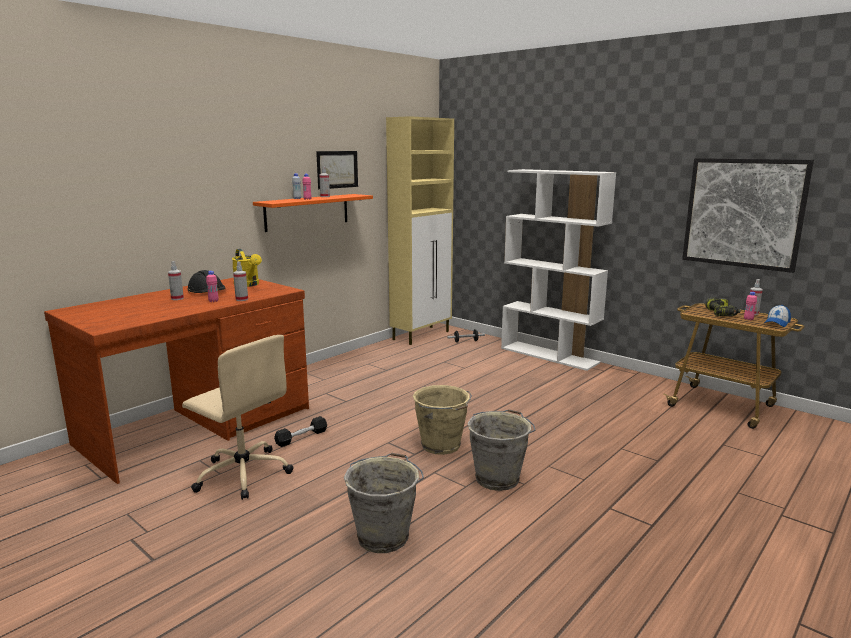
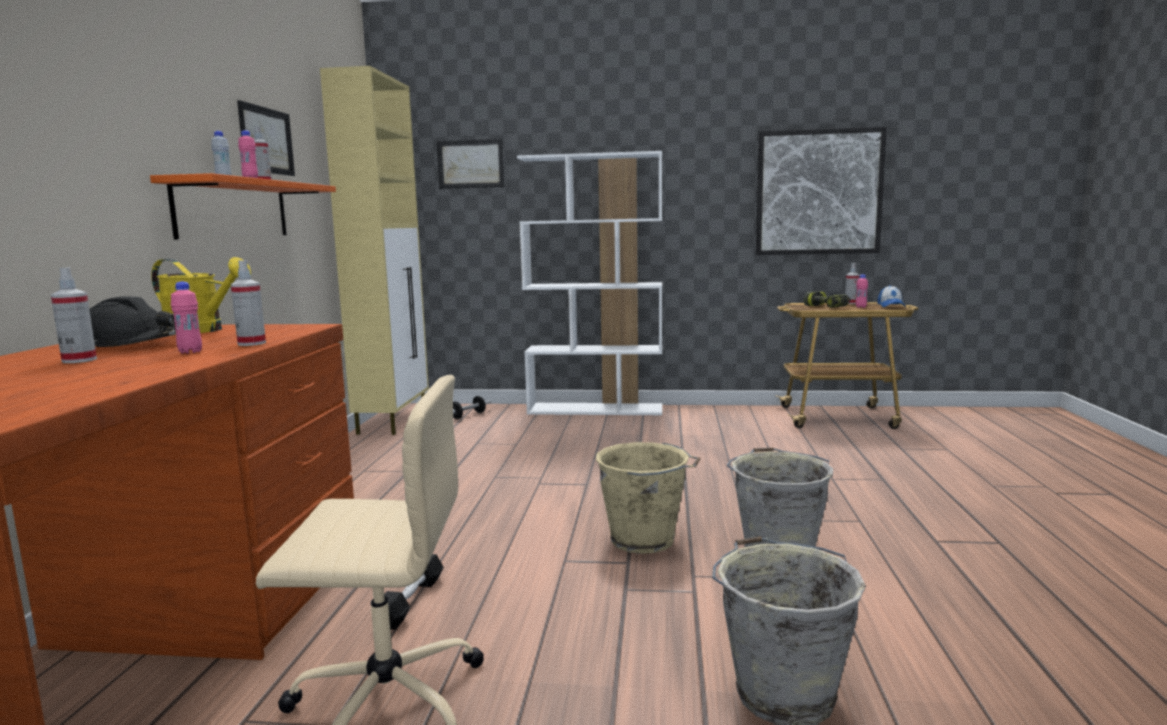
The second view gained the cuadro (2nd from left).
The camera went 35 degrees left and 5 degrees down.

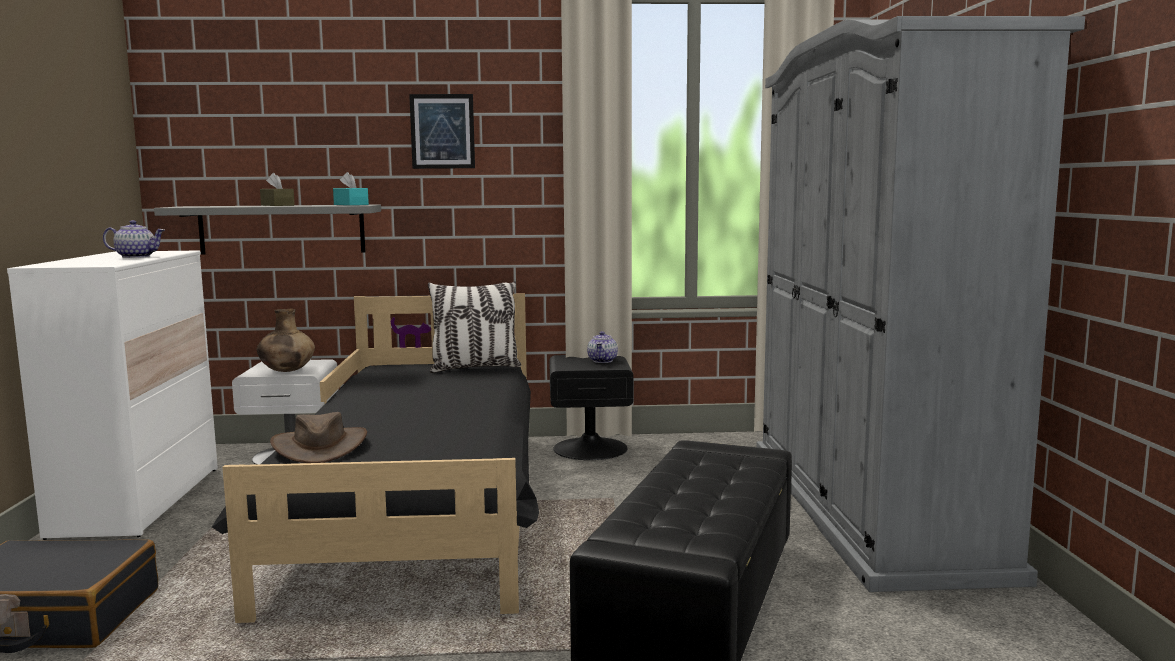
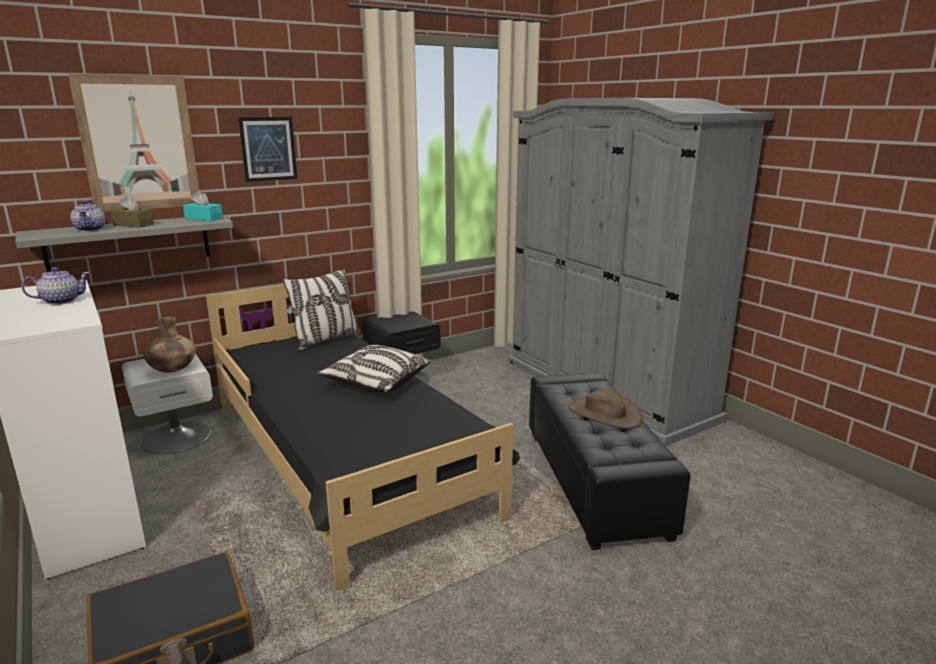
The tetera (2nd from left) ended up elsewhere.
The sombrero/marrón ended up elsewhere.
The second view gained the cuadro (1st from left).
The second view gained the cojín (2nd from left).
The camera went 30 degrees left and 10 degrees up.

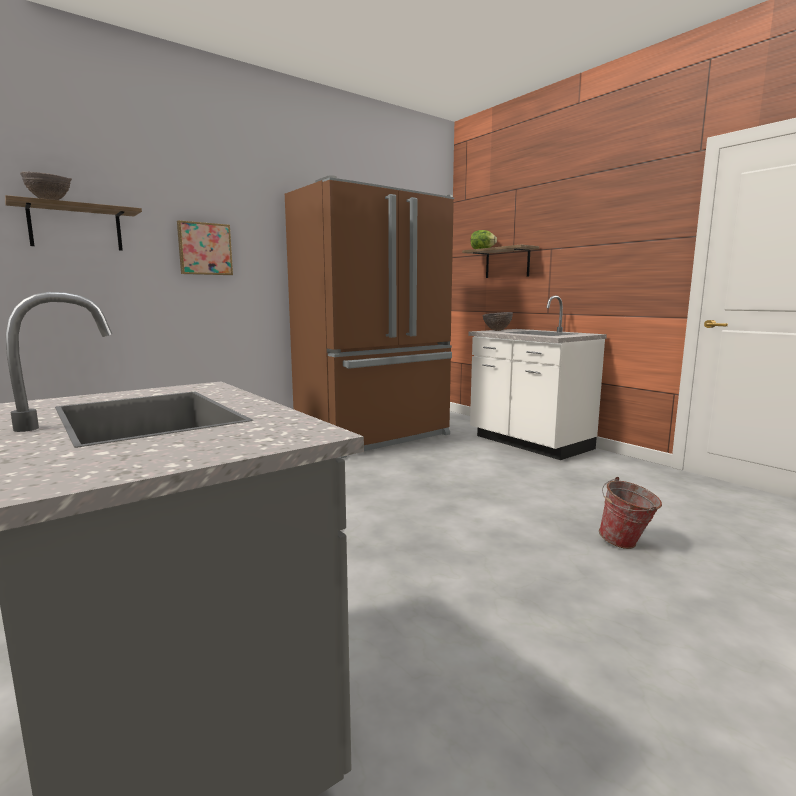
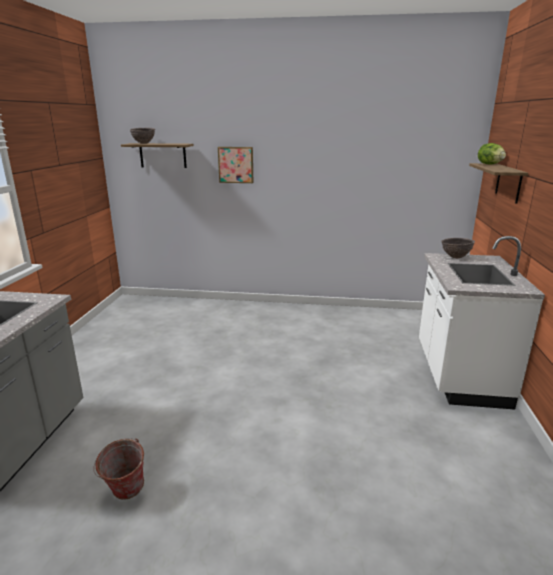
The second view lost the nevera/marrón.
The cubo ended up elsewhere.
The camera went 45 degrees right and 10 degrees up.

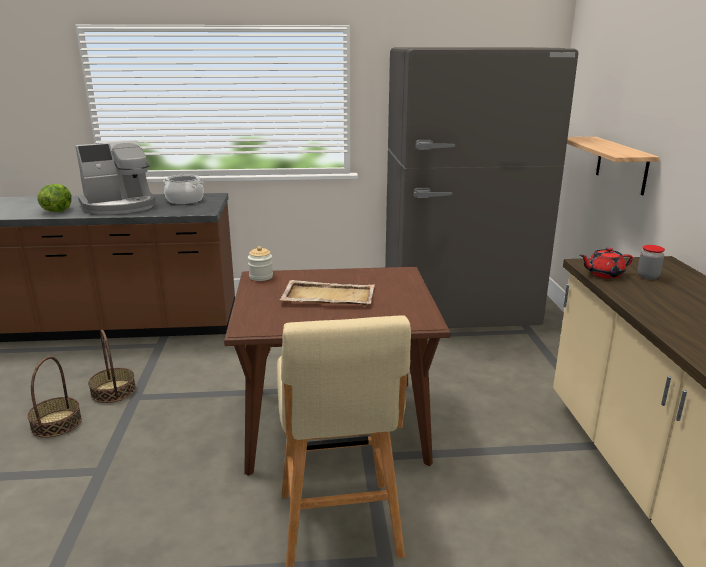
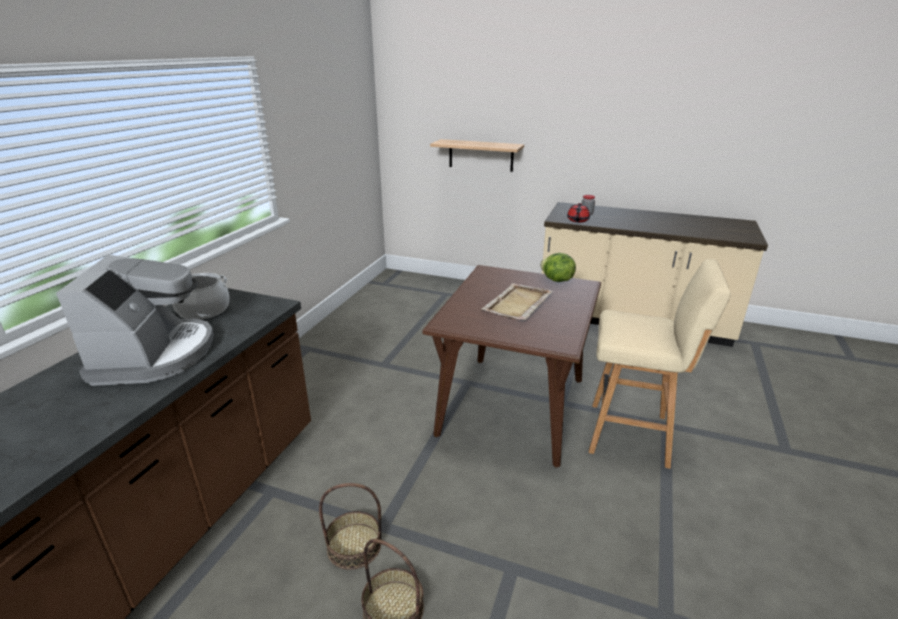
The second view lost the nevera/gris.
The lechuga ended up elsewhere.
The second view lost the tarro (1st from left).
The camera went 65 degrees left and 5 degrees up.

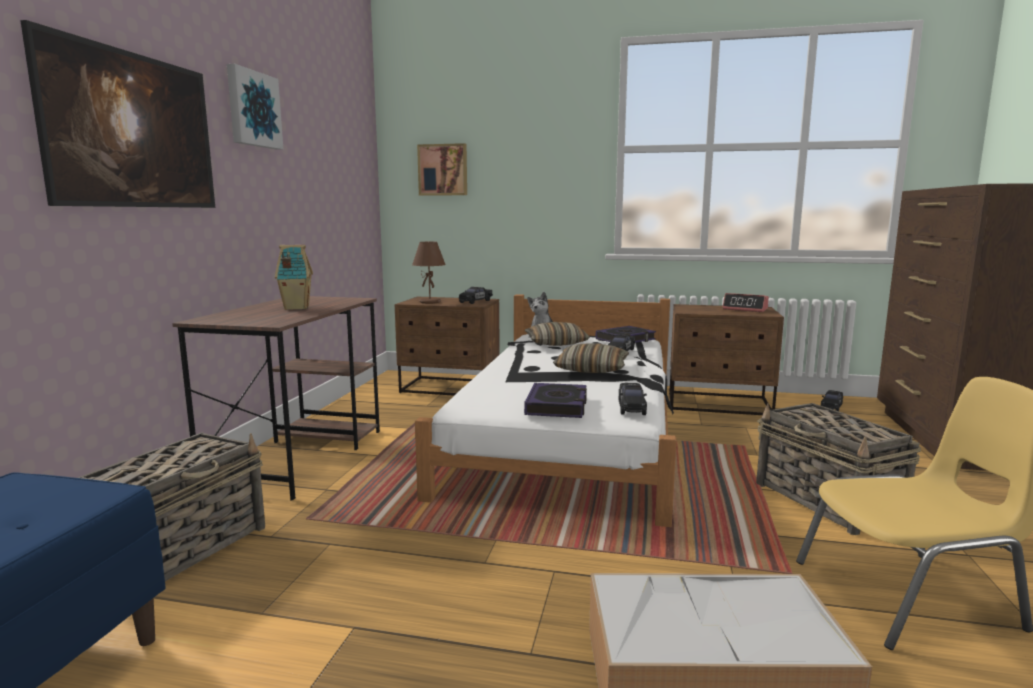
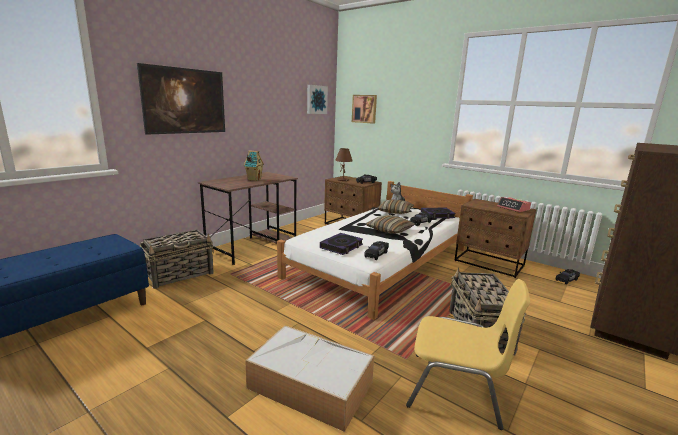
The cuadro (2nd from left) ended up elsewhere.
The camera went 25 degrees right and 5 degrees up.

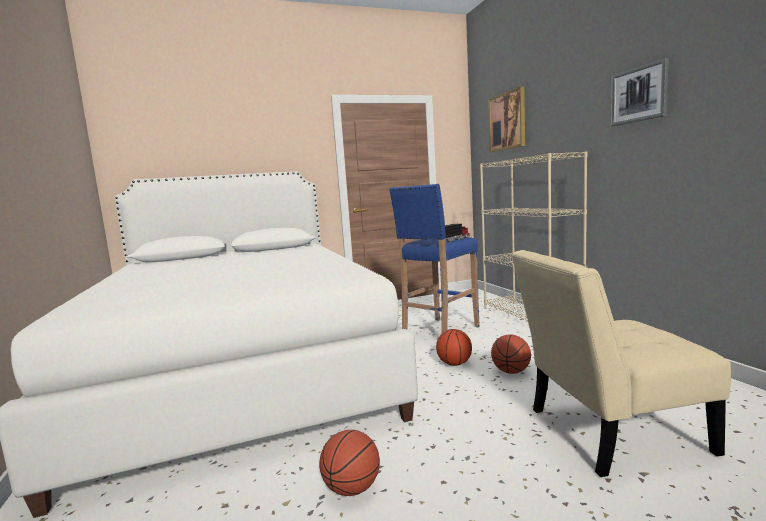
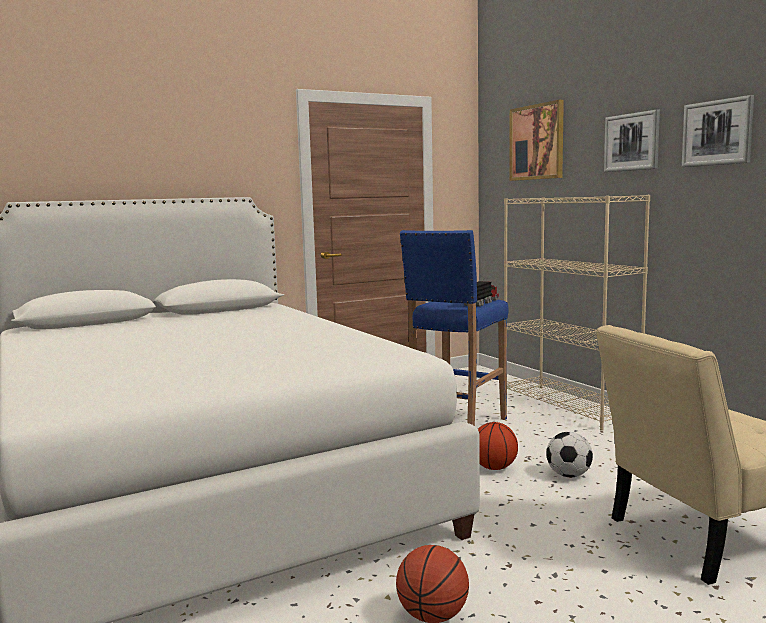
Where the balón de baloncesto (3rd from left) stood, the balón de fútbol came to stand.
The second view gained the cuadro (2nd from left).
The camera went 10 degrees left and 0 degrees up.

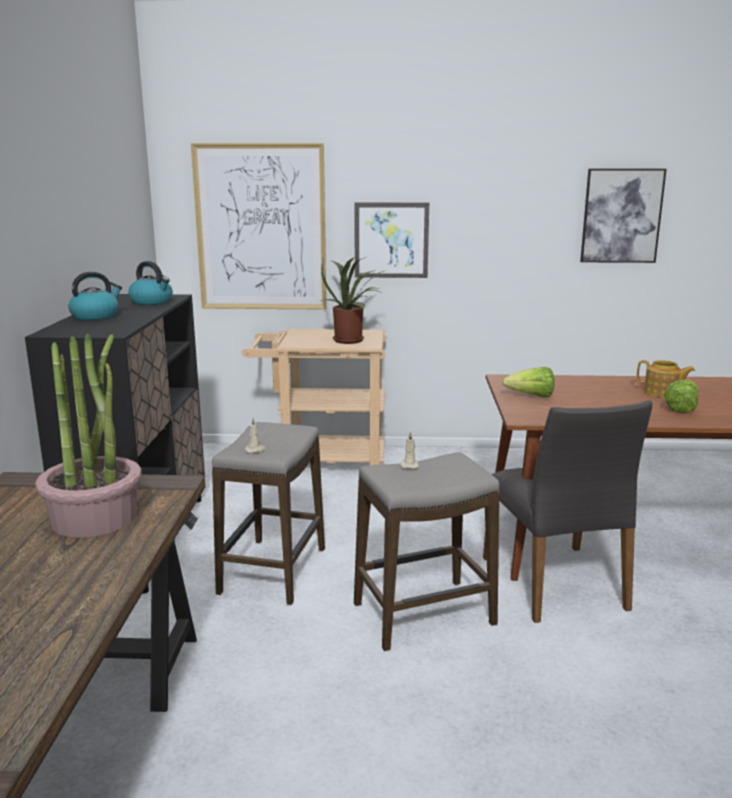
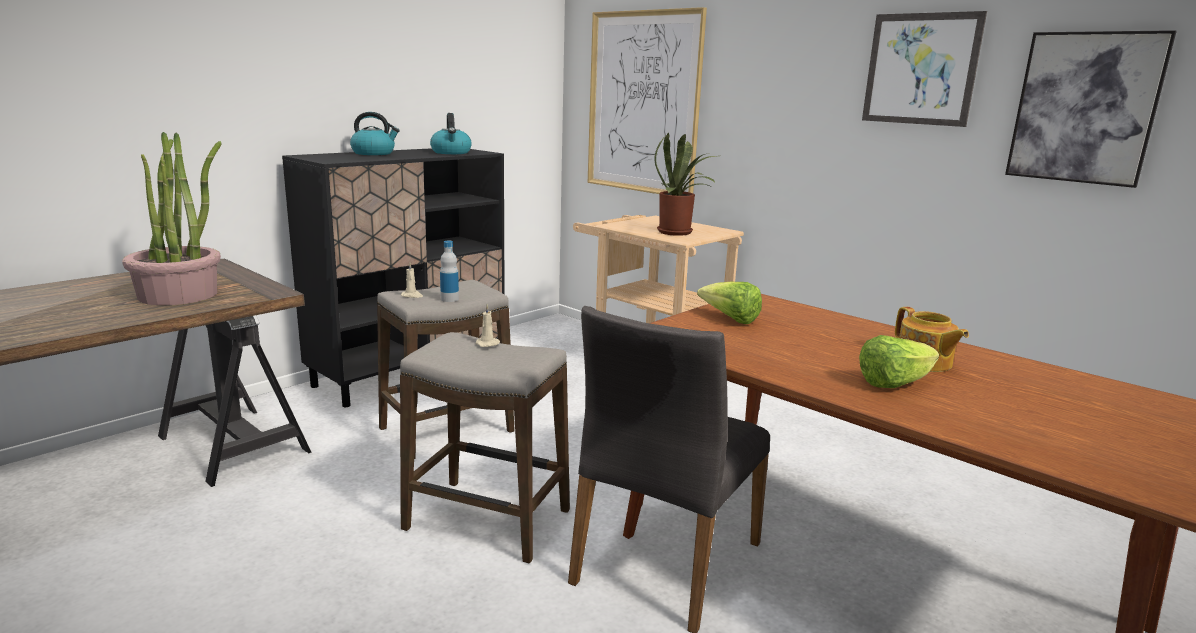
The cuadro (2nd from left) ended up elsewhere.
The second view gained the botella.
The camera went 40 degrees right and 0 degrees up.

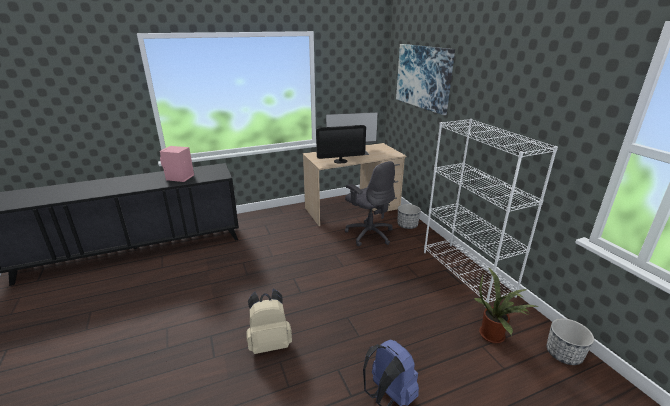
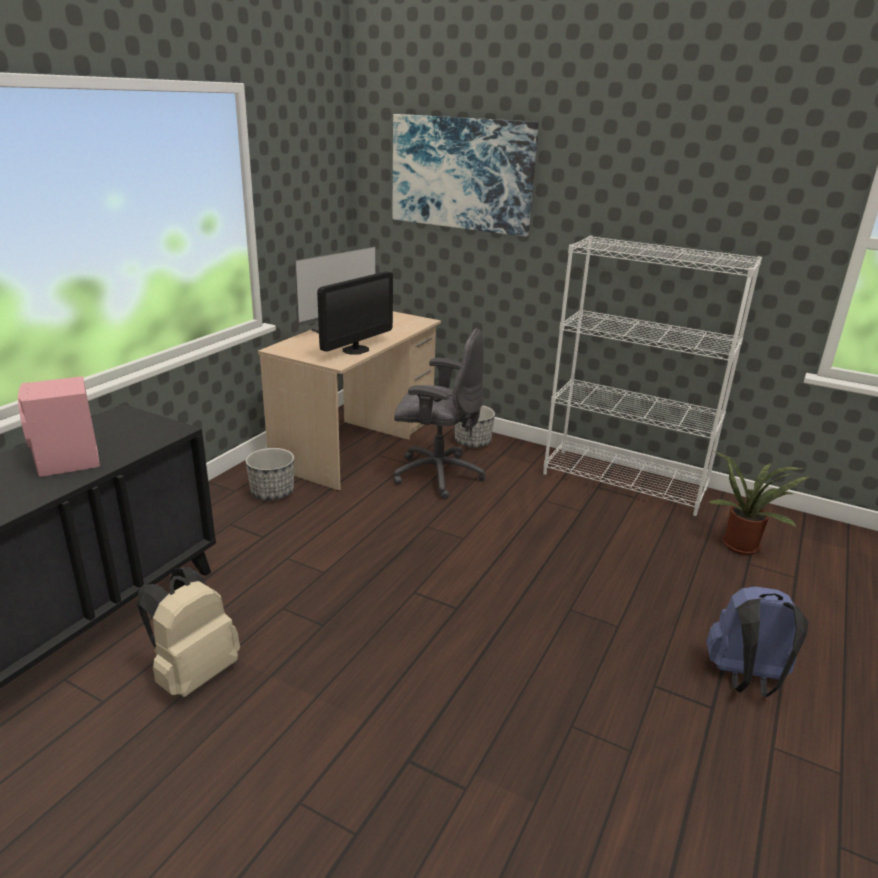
The mochila/beis ended up elsewhere.
The maceta (2nd from left in the first image) ended up elsewhere.
The camera went 40 degrees left and 0 degrees up.

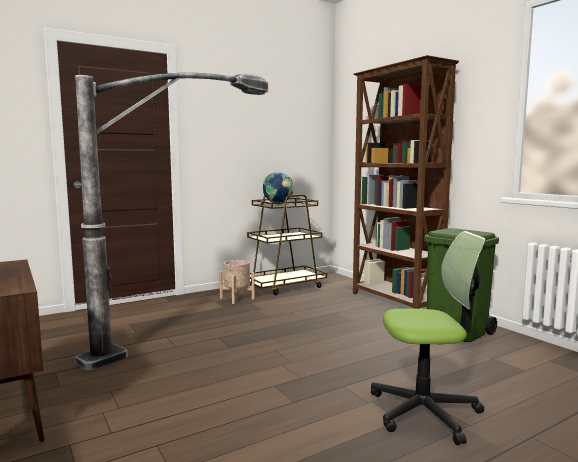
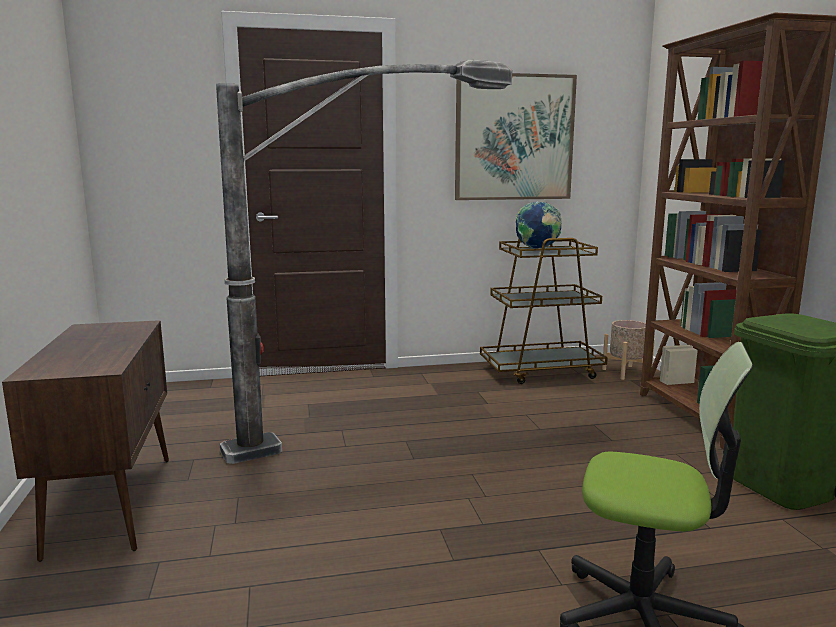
The maceta/beis ended up elsewhere.
The second view gained the cuadro.
The camera went 20 degrees right and 5 degrees up.

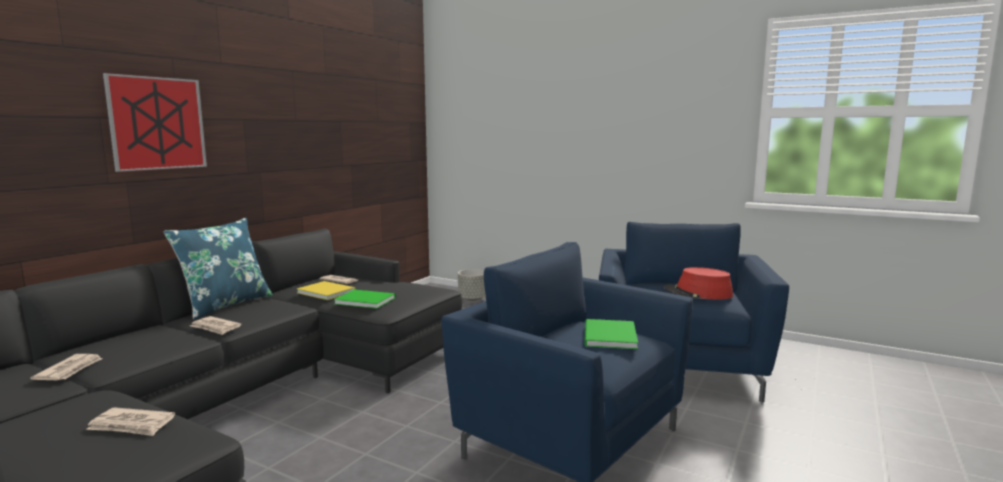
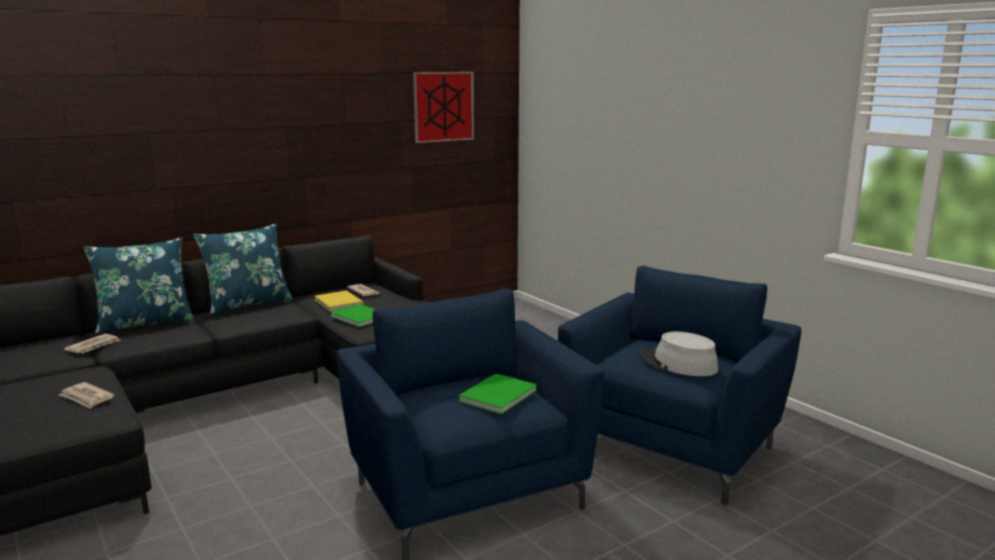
The cuadro ended up elsewhere.
What was the sombrero/rojo turned into the sombrero/gris.
The second view lost the maceta/gris.
The second view lost the periódico (3rd from left).
The second view gained the cojín/azul (1st from left).
The camera went 25 degrees right and 5 degrees up.

